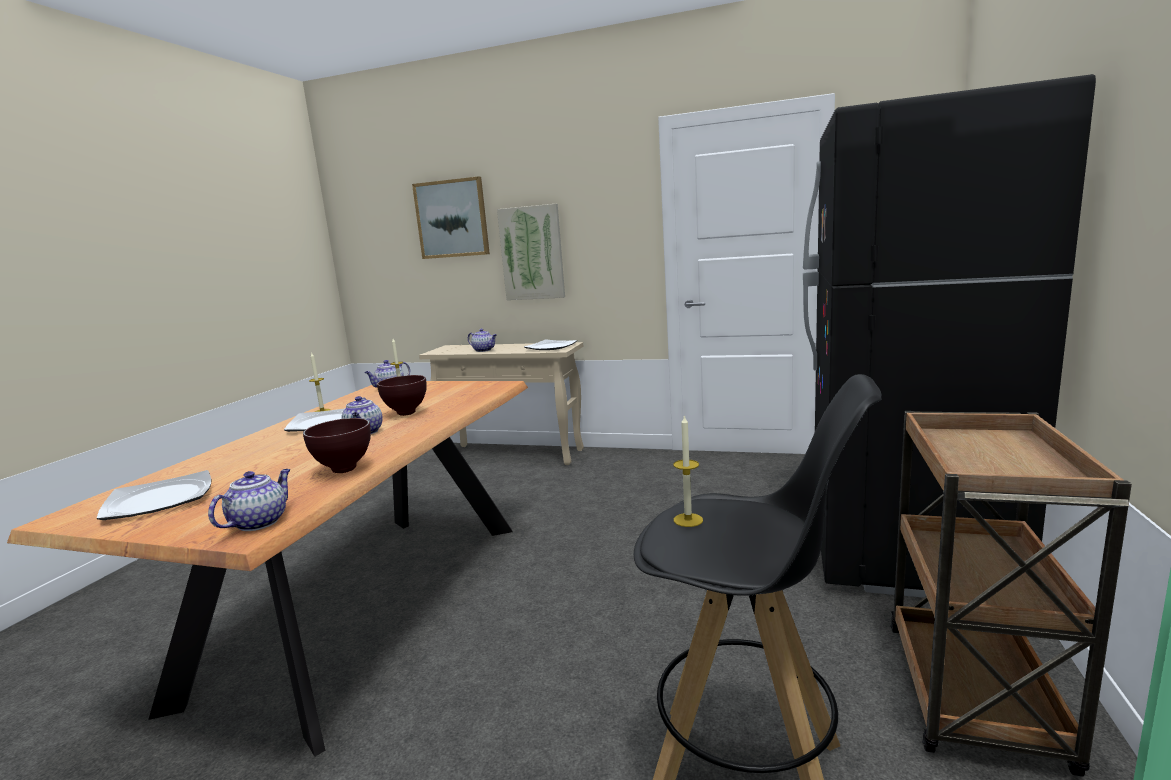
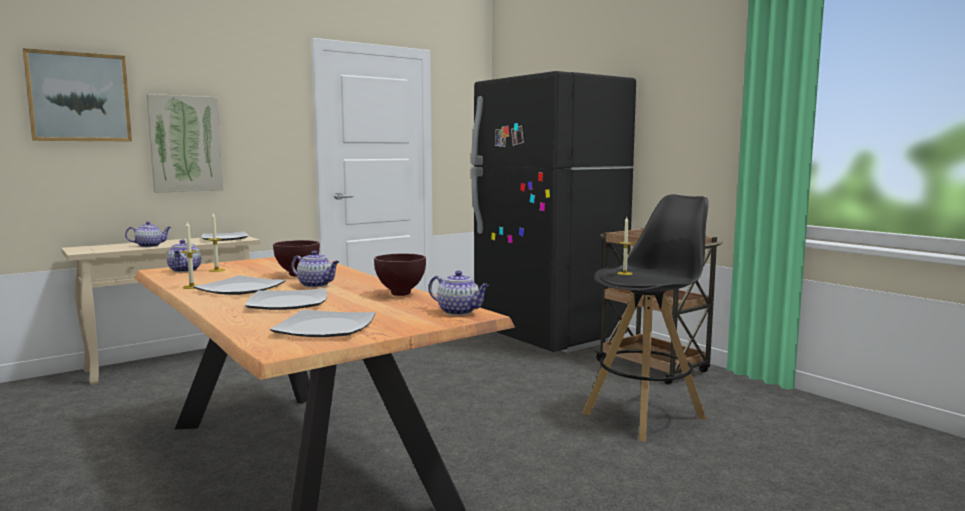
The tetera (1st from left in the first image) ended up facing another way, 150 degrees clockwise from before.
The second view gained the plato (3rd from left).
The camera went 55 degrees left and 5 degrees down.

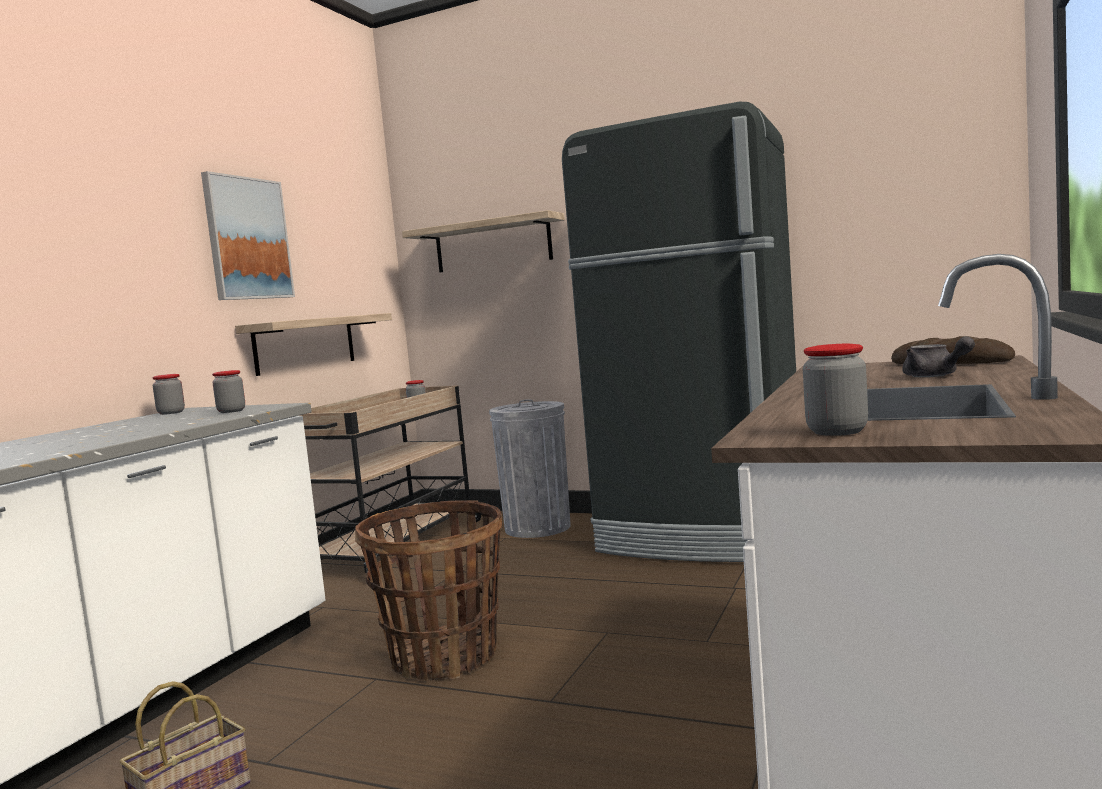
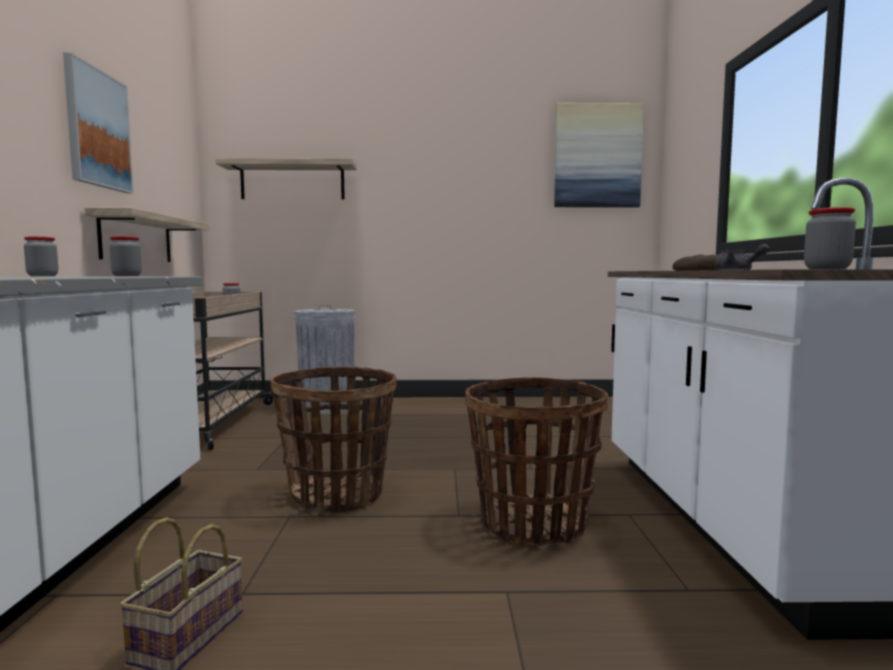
The second view lost the nevera/negro.
The second view gained the cuadro (2nd from left).
The second view gained the cesta (3rd from left).
The camera went 25 degrees left and 0 degrees up.

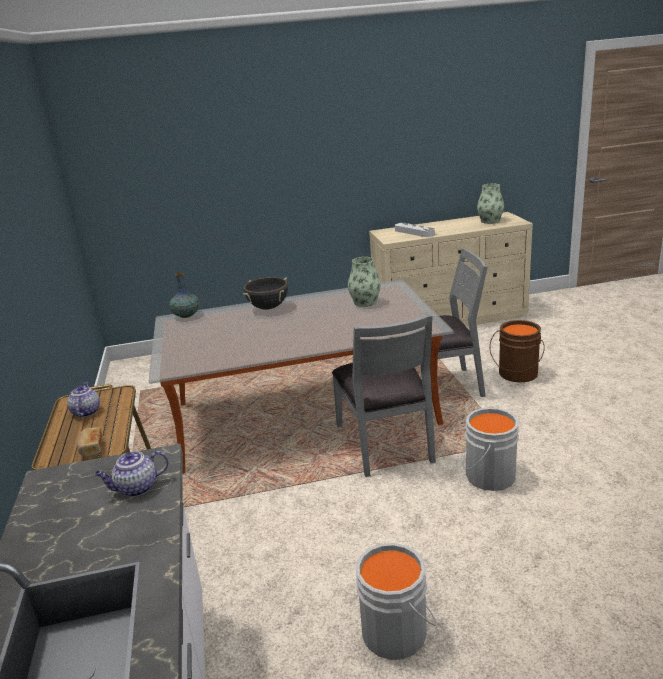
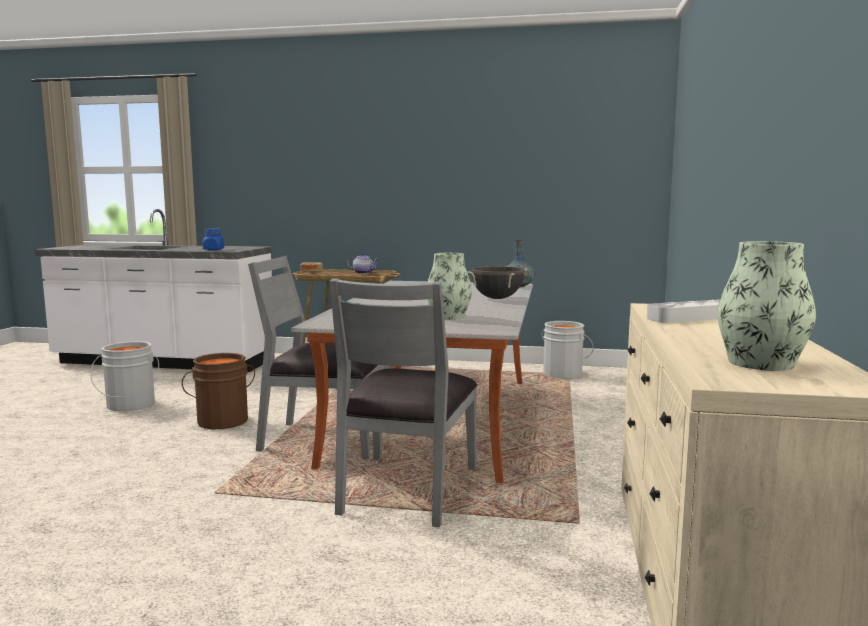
The cubo/marrón ended up elsewhere.
The cubo/gris (2nd from left) ended up elsewhere.
Where the tetera (2nd from left) stood, the tarro/azul came to stand.
The camera went 110 degrees right and 15 degrees down.

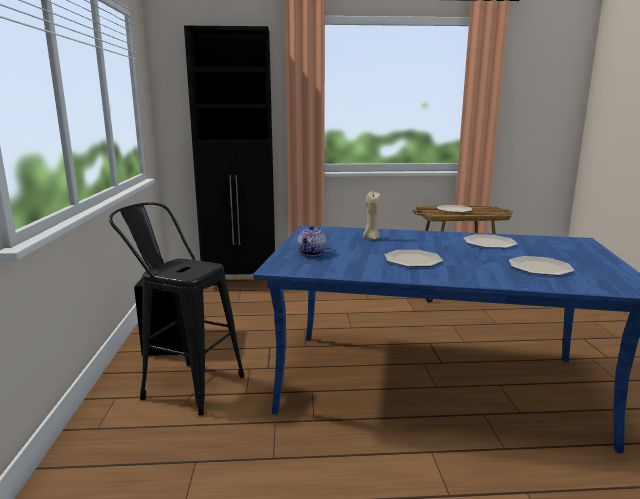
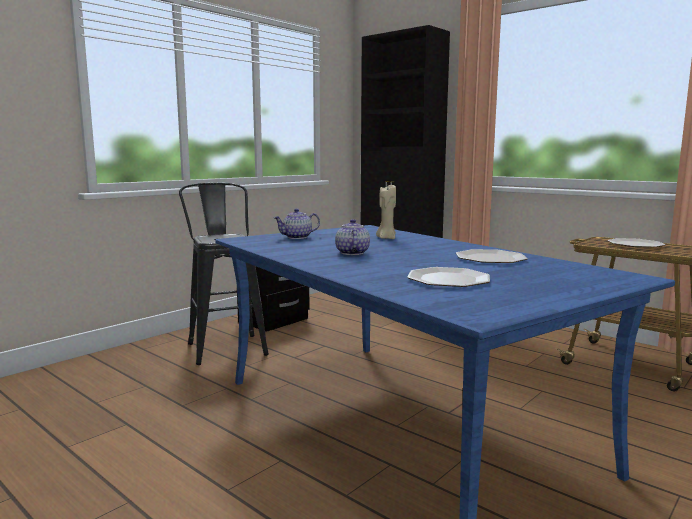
Where the plato (1st from left) stood, the tetera (2nd from left) came to stand.
The camera went 45 degrees right and 5 degrees down.

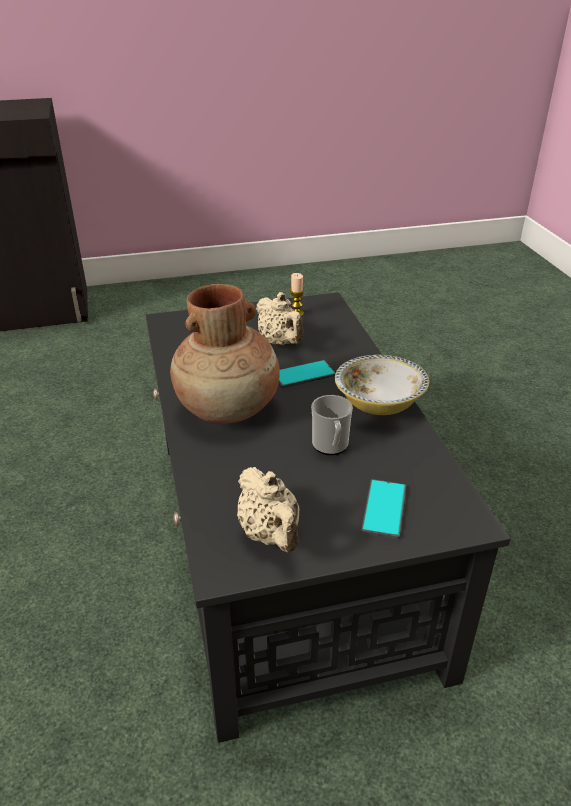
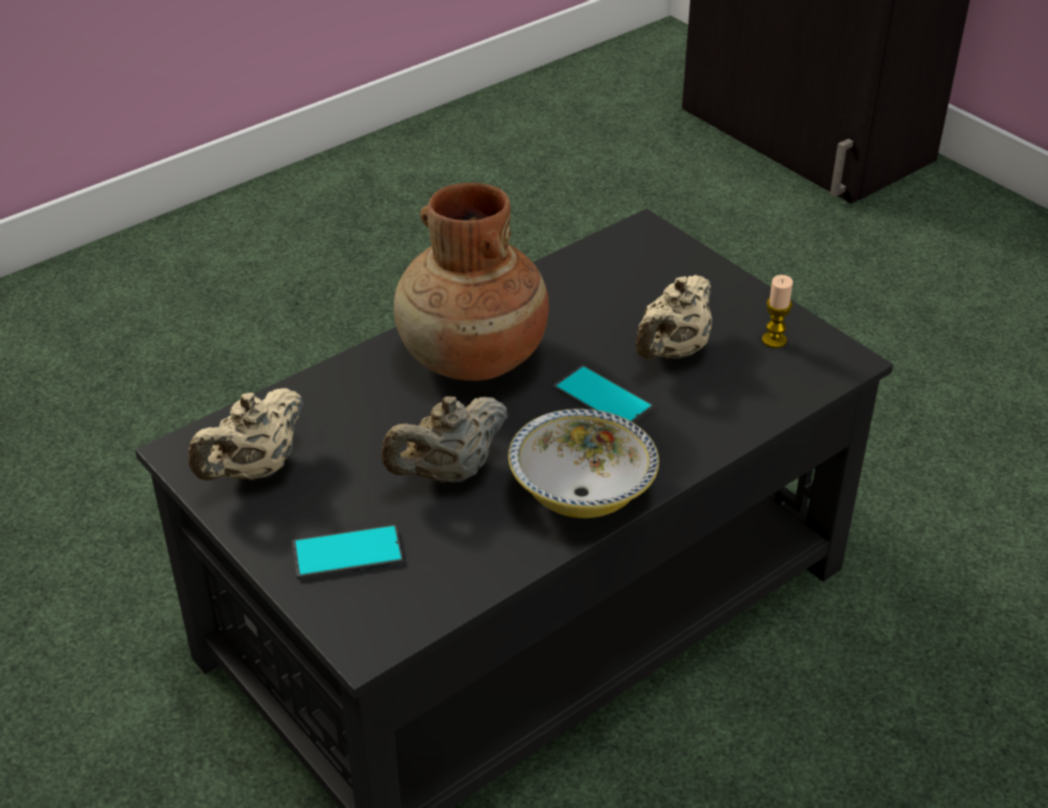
Where the taza grande stood, the tetera/beis (2nd from left) came to stand.
The camera went 65 degrees right and 5 degrees up.

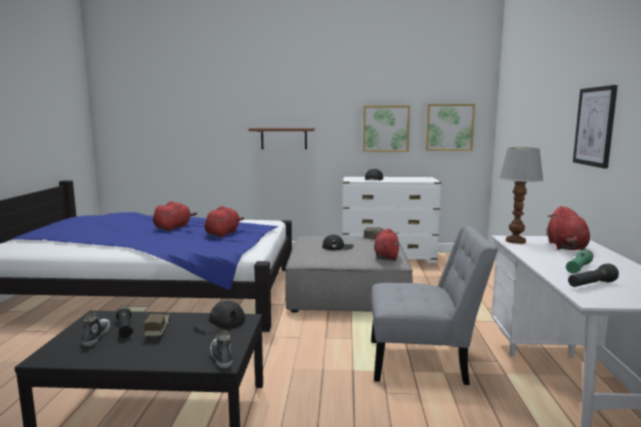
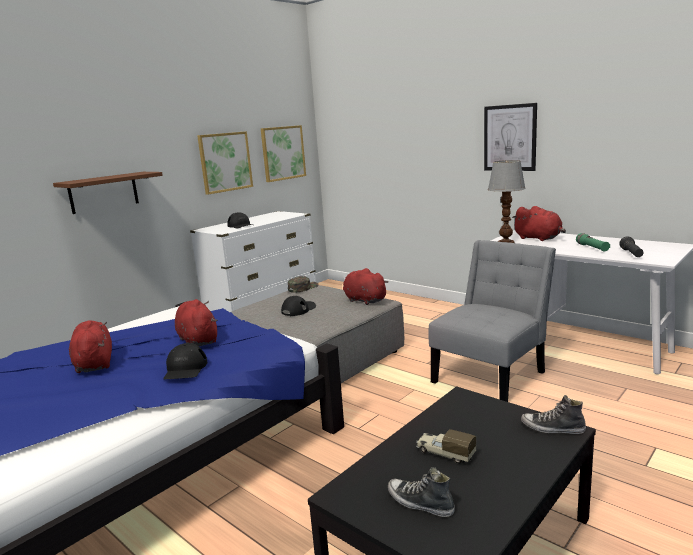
The gorra/negro (1st from left) ended up elsewhere.
The second view lost the linterna/negro (1st from left).
The camera went 50 degrees left and 5 degrees up.

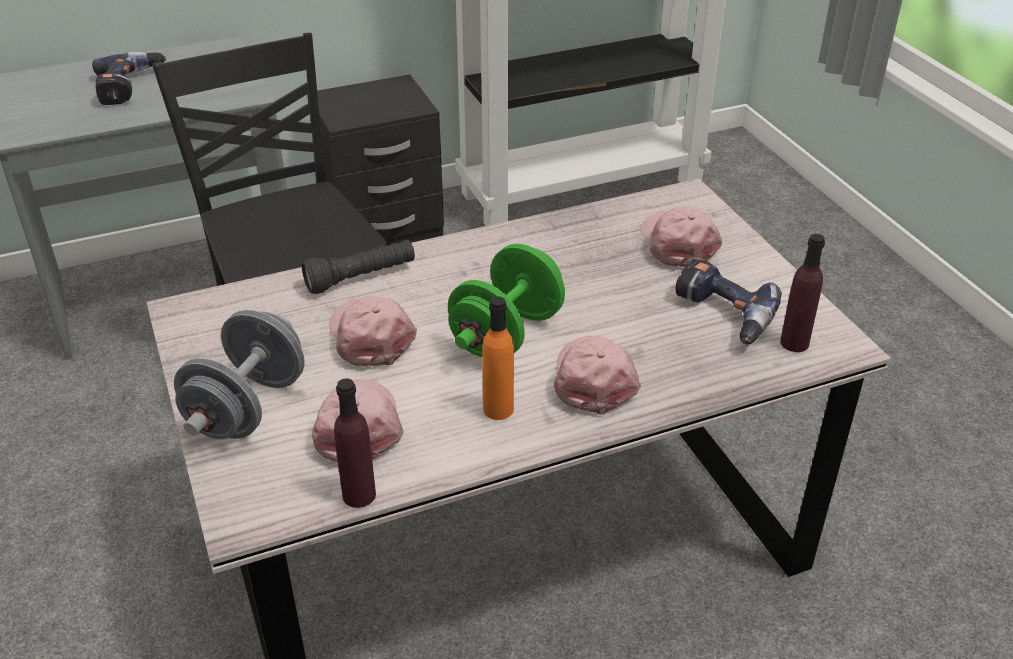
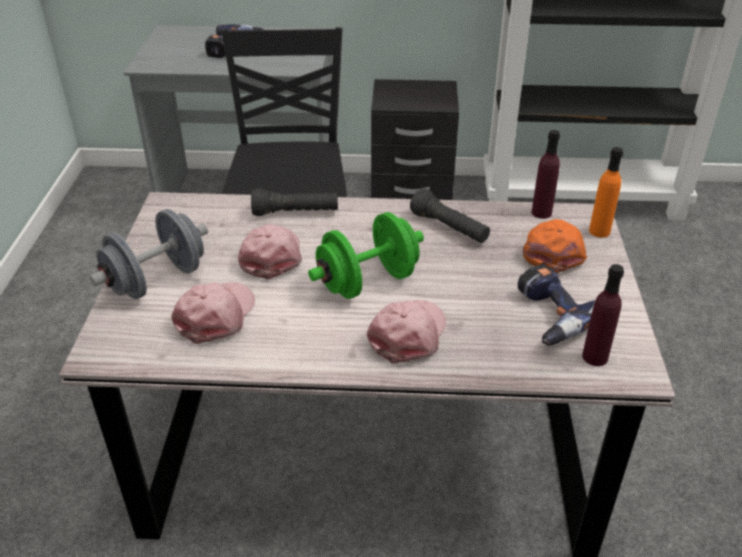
What was the gorra/rosa (4th from left) turned into the gorra/naranja.
The botella/naranja ended up elsewhere.
The botella/morado (1st from left) ended up elsewhere.
The second view gained the linterna/negro (2nd from left).
The camera went 25 degrees right and 0 degrees up.

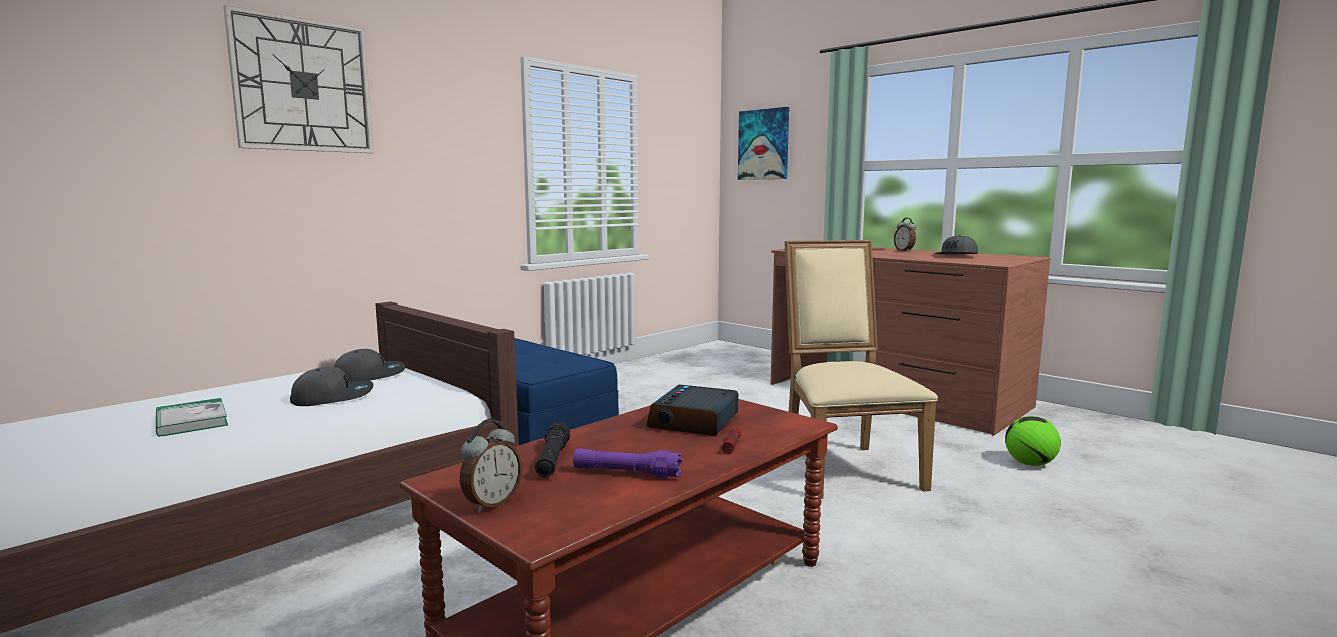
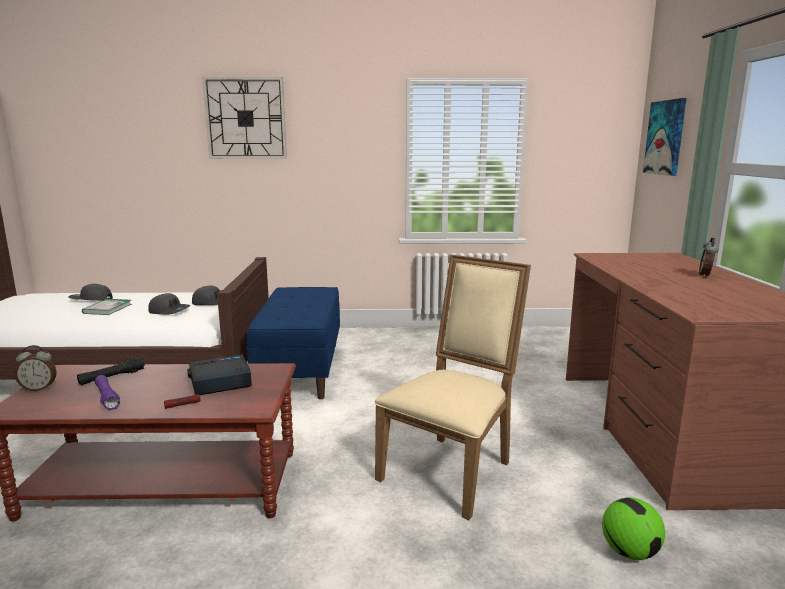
The gorra/gris (3rd from left in the first image) ended up elsewhere.
The camera went 45 degrees right and 5 degrees up.

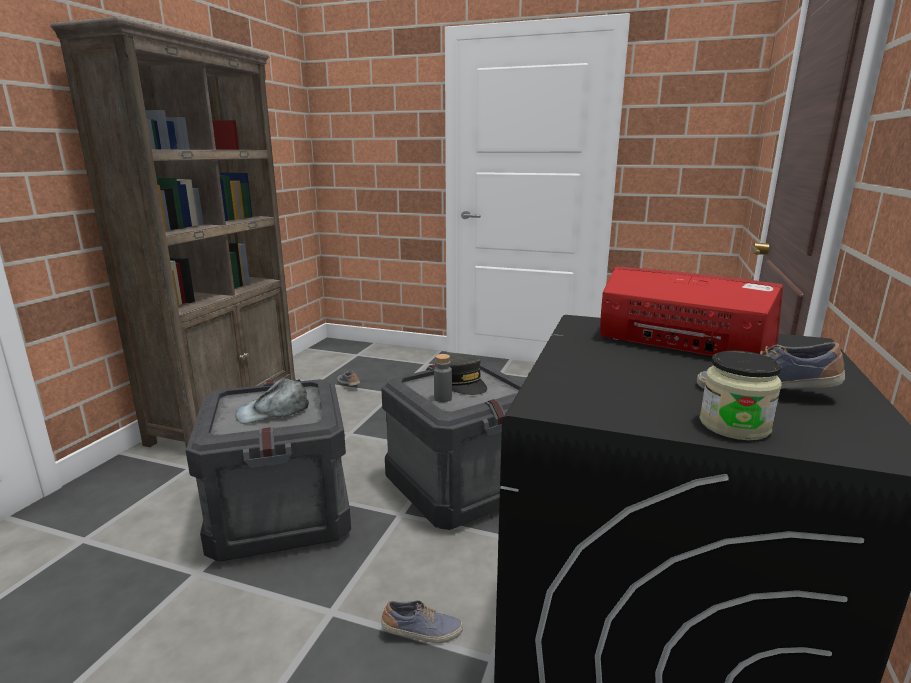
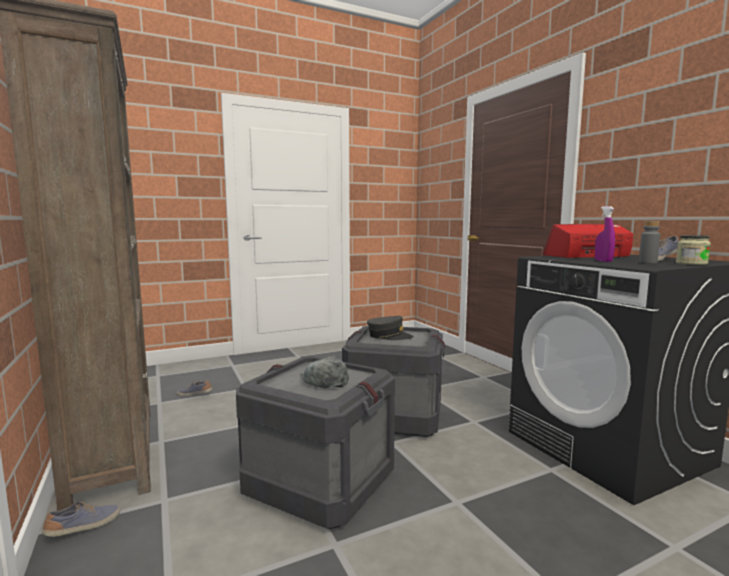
The botella/gris ended up elsewhere.
The gorra/gris (1st from left) ended up facing another way, 135 degrees clockwise from before.
The zapato (2nd from left in the first image) ended up elsewhere.
The second view gained the pulverizador/morado.
The camera went 45 degrees left and 10 degrees down.

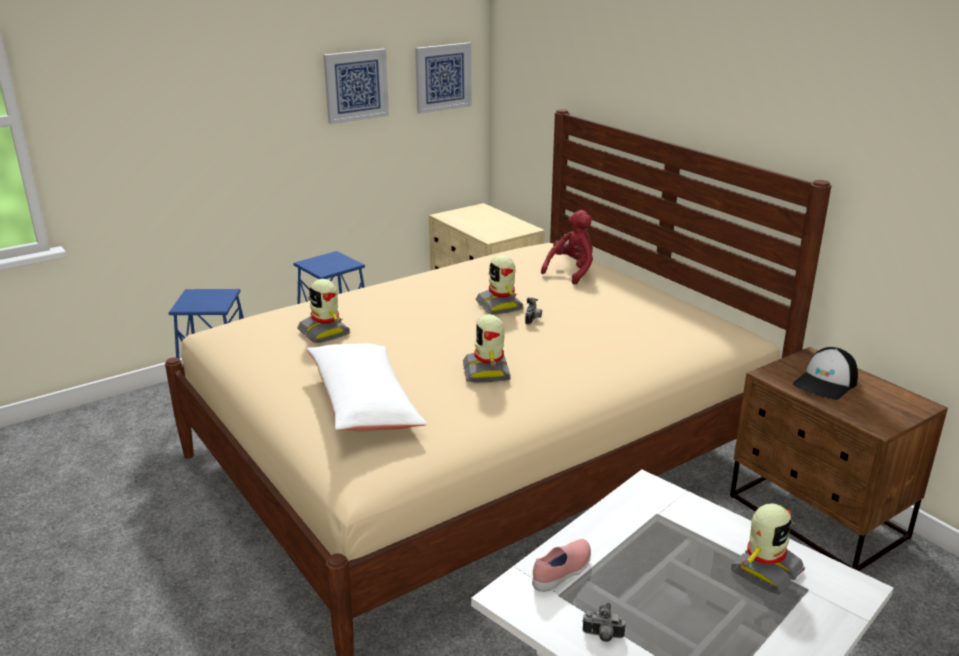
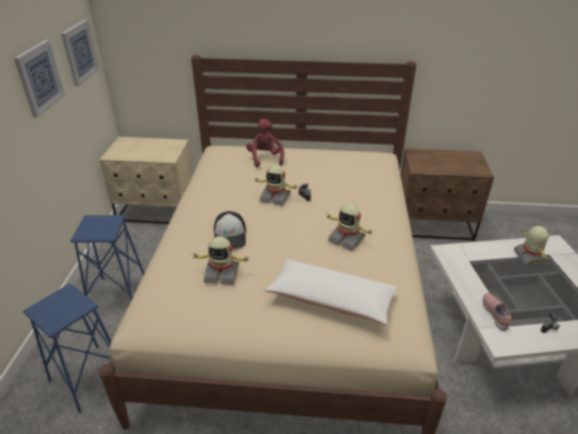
The gorra ended up elsewhere.
The camera went 50 degrees left and 10 degrees up.

